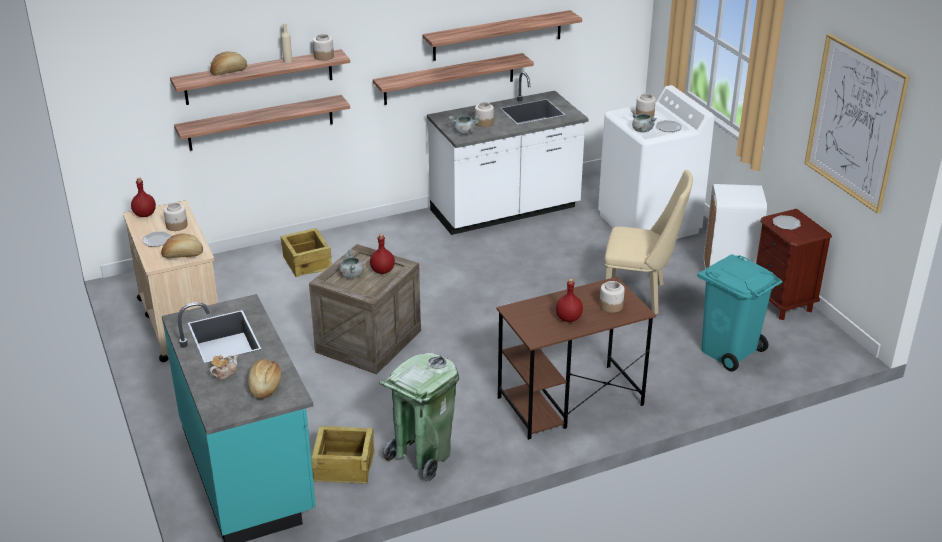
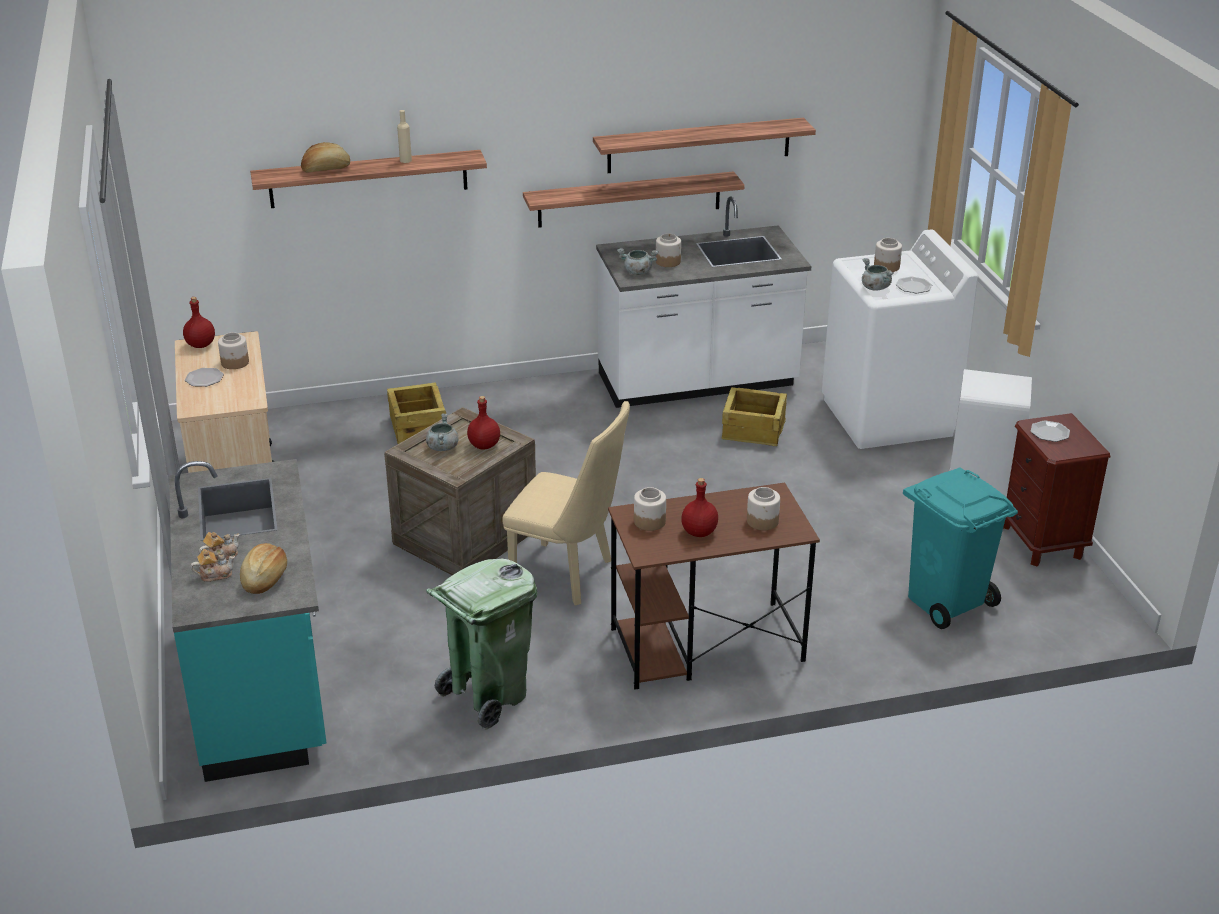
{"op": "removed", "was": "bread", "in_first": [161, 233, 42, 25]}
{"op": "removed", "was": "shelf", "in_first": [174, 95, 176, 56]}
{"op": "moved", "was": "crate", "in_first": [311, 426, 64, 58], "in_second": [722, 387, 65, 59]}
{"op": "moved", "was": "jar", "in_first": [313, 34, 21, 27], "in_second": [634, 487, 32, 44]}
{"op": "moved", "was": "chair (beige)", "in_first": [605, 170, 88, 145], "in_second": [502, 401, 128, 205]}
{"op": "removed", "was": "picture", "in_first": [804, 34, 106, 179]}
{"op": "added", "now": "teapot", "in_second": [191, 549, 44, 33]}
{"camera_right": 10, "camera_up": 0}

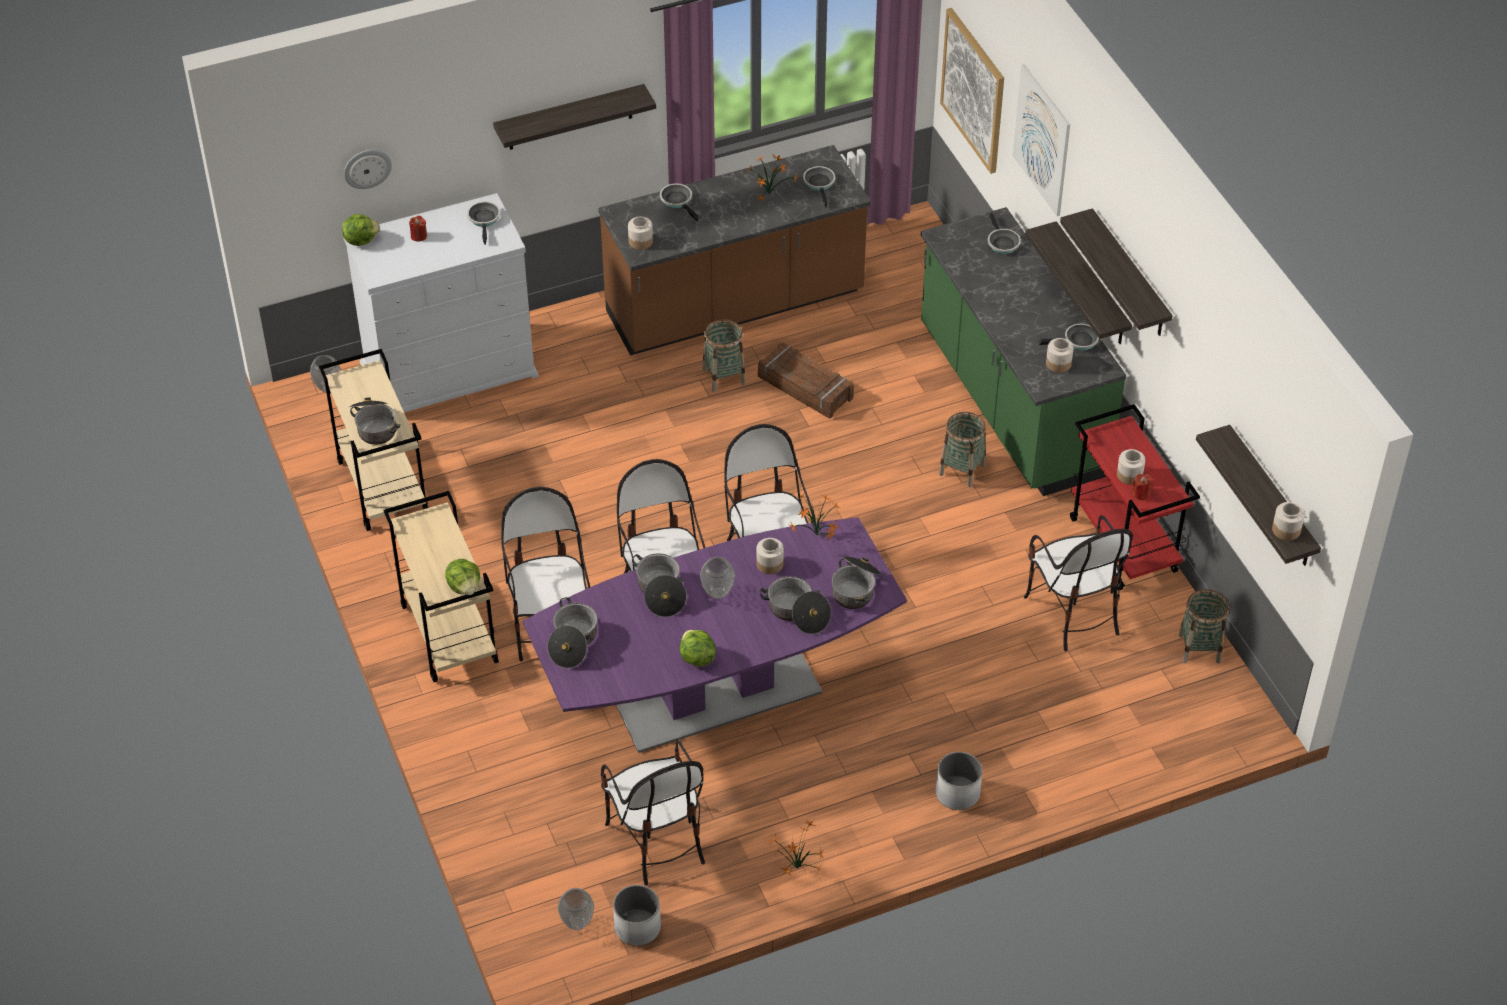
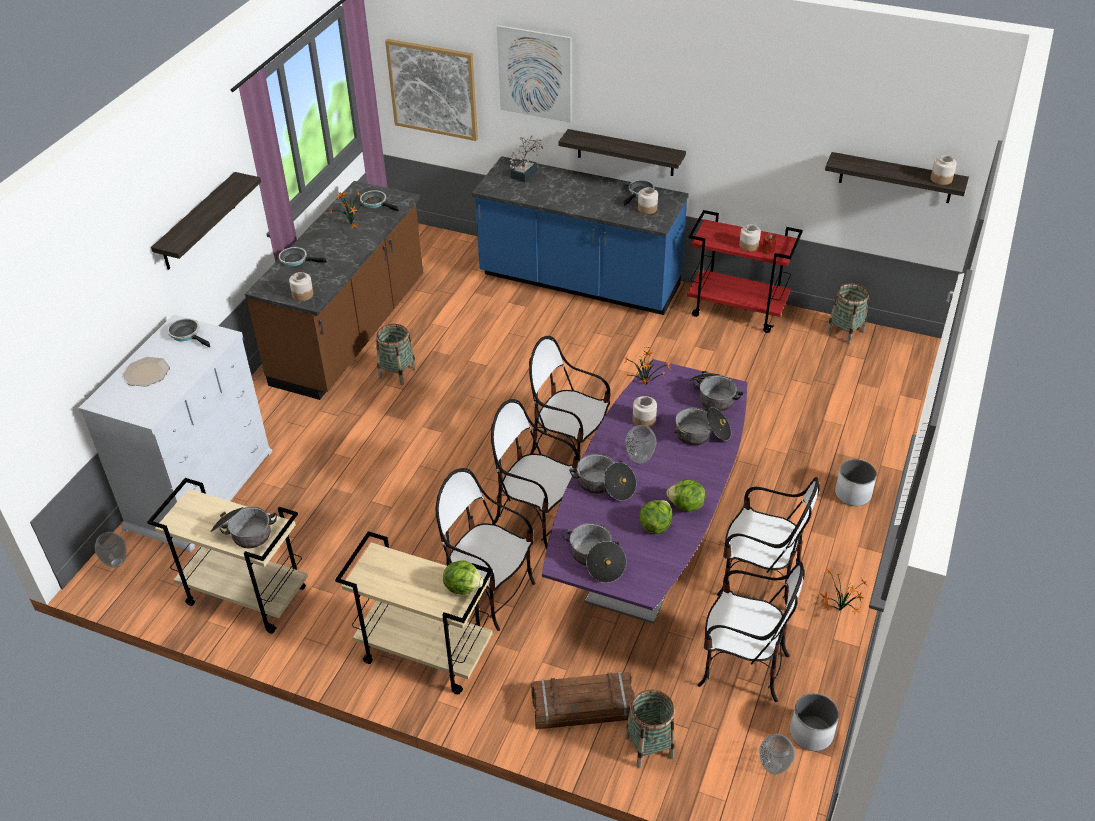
{"op": "moved", "was": "lettuce", "in_first": [342, 214, 38, 32], "in_second": [640, 500, 32, 34]}
{"op": "removed", "was": "wall clock", "in_first": [344, 150, 48, 39]}
{"op": "replaced", "was": "candle (red)", "now": "plate", "in_first": [409, 216, 18, 26], "in_second": [123, 357, 47, 30]}
{"op": "moved", "was": "crate", "in_first": [758, 343, 96, 76], "in_second": [531, 672, 104, 57]}
{"op": "recoloured", "was": "counter (green)", "now": "counter (blue)", "in_first": [921, 207, 205, 289], "in_second": [472, 156, 217, 159]}
{"op": "moved", "was": "basket", "in_first": [939, 412, 47, 75], "in_second": [625, 690, 50, 78]}
{"op": "replaced", "was": "frying pan", "now": "potted plant", "in_first": [988, 213, 33, 41], "in_second": [510, 135, 33, 47]}
{"op": "moved", "was": "chair", "in_first": [1024, 515, 109, 136], "in_second": [717, 477, 103, 135]}
{"op": "removed", "was": "shelf", "in_first": [1060, 208, 113, 128]}
{"camera_right": -45, "camera_up": -5}

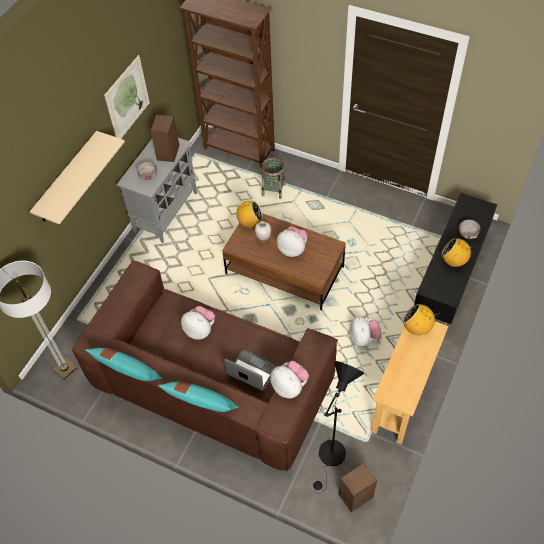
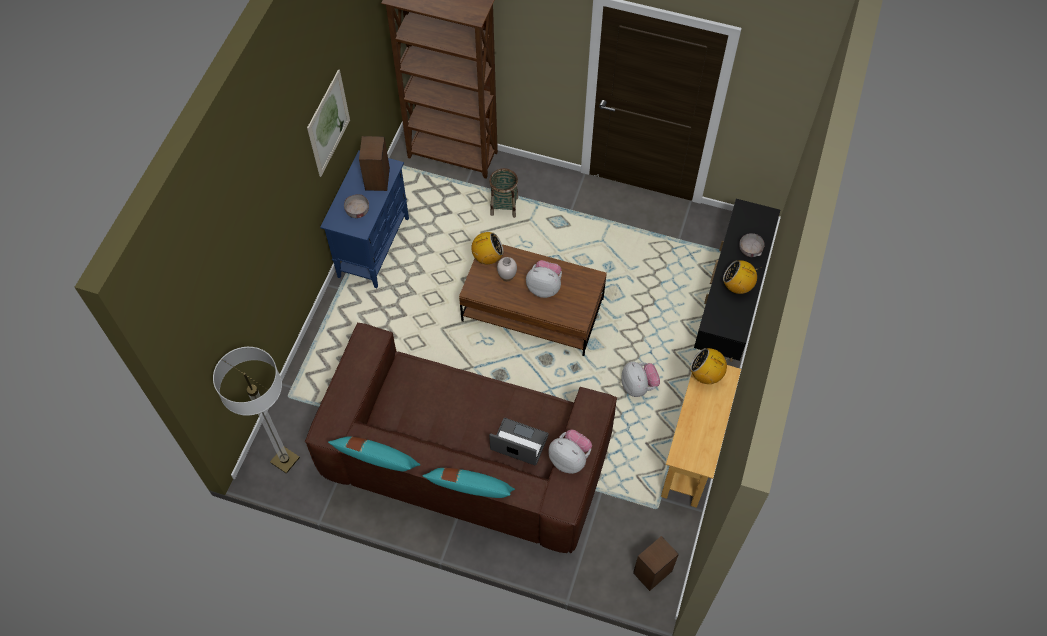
{"op": "removed", "was": "shelf (beige)", "in_first": [30, 131, 95, 93]}
{"op": "recoloured", "was": "cabinet (grey)", "now": "cabinet (blue)", "in_first": [117, 138, 80, 105], "in_second": [320, 150, 89, 138]}
{"op": "removed", "was": "plush toy", "in_first": [181, 306, 34, 34]}
{"op": "removed", "was": "floor lamp (black)", "in_first": [313, 361, 52, 133]}
{"camera_right": -10, "camera_up": 5}

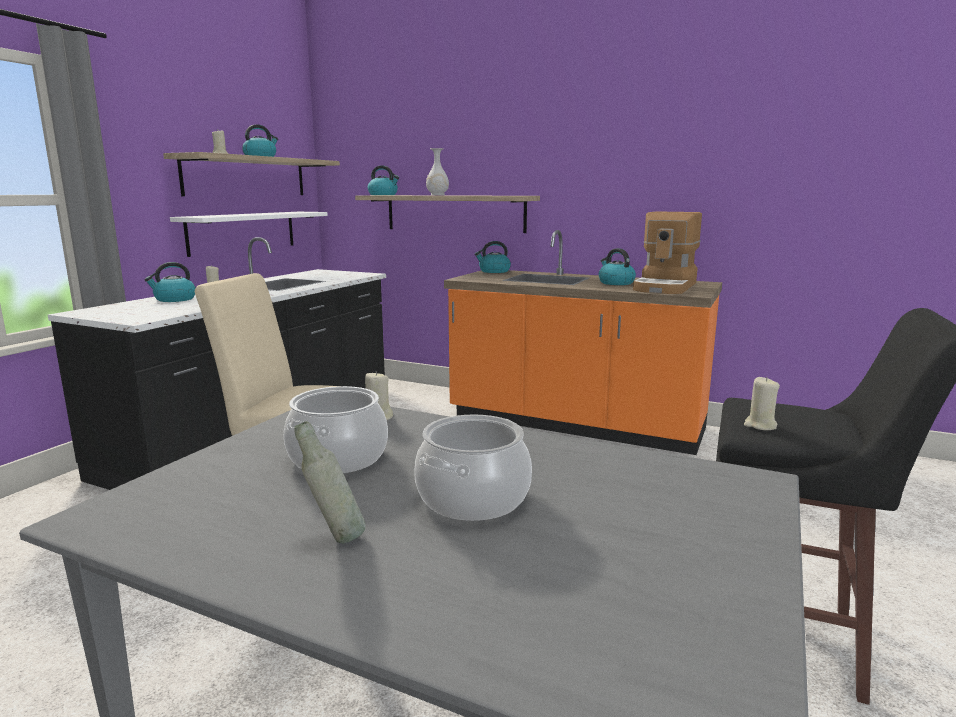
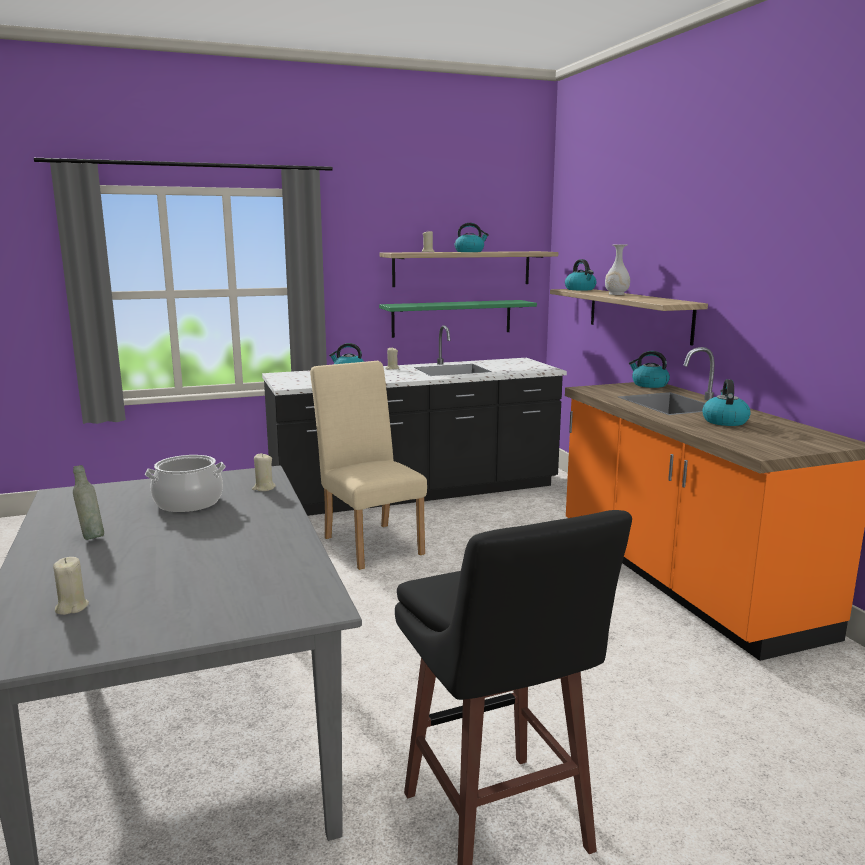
{"op": "recoloured", "was": "shelf (white)", "now": "shelf (green)", "in_first": [170, 212, 158, 45], "in_second": [379, 300, 158, 38]}
{"op": "removed", "was": "cooking pot", "in_first": [414, 415, 118, 106]}
{"op": "removed", "was": "coffee machine", "in_first": [633, 211, 69, 83]}
{"op": "moved", "was": "candle (beige)", "in_first": [744, 377, 36, 53], "in_second": [53, 557, 36, 58]}
{"camera_right": 45, "camera_up": 0}

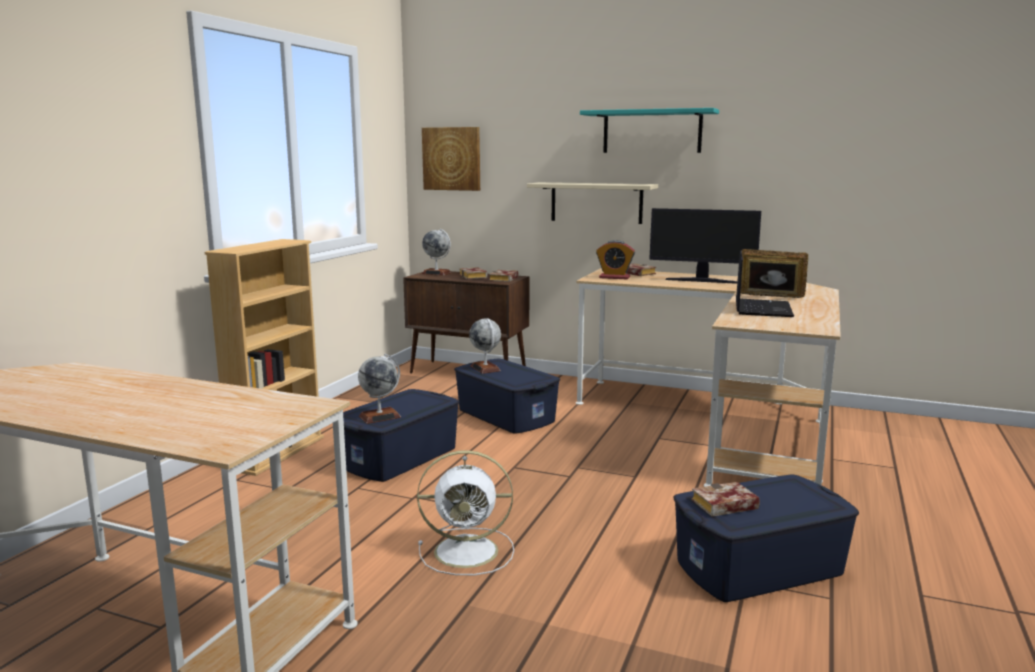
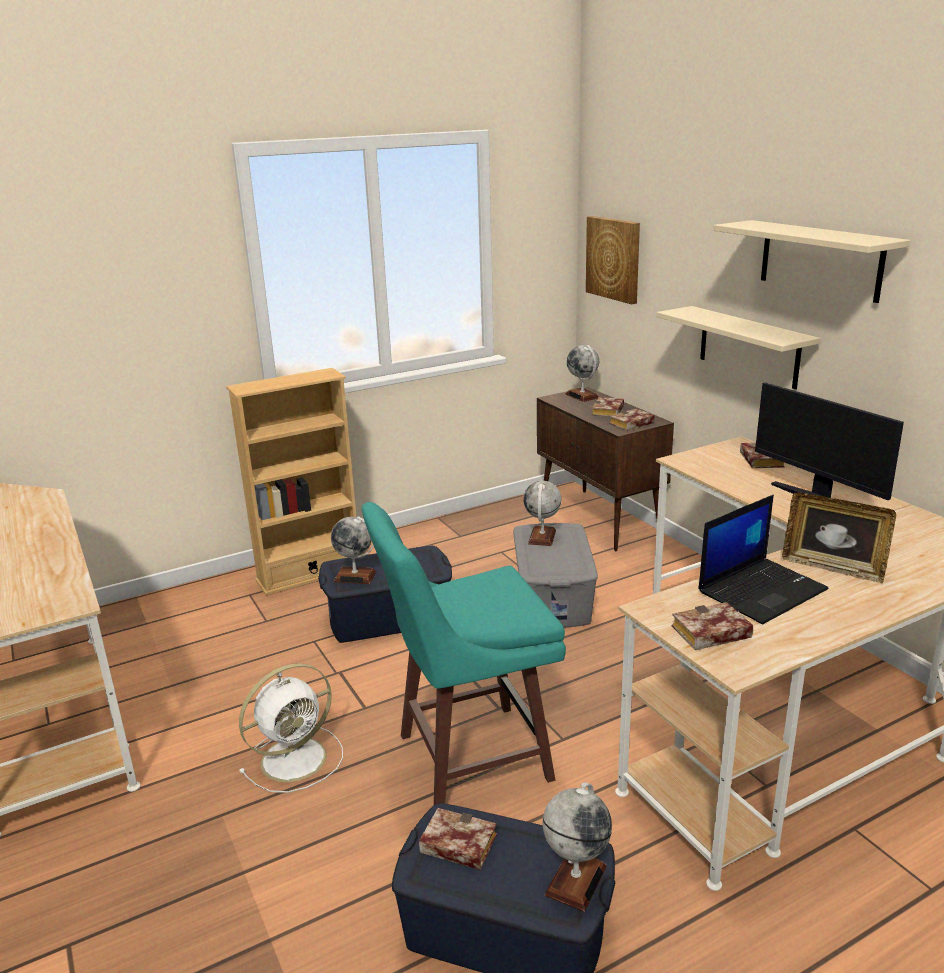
{"op": "turned", "was": "fan (white)", "in_first": [417, 450, 97, 125], "in_second": [239, 663, 104, 130], "clockwise": -75}
{"op": "recoloured", "was": "storage box (blue)", "now": "storage box (grey)", "in_first": [454, 359, 106, 75], "in_second": [514, 523, 84, 105]}
{"op": "recoloured", "was": "shelf (turquoise)", "now": "shelf (beige)", "in_first": [580, 108, 139, 45], "in_second": [713, 220, 197, 83]}
{"op": "removed", "was": "alarm clock", "in_first": [596, 240, 39, 39]}
{"op": "turned", "was": "picture frame", "in_first": [740, 249, 68, 49], "in_second": [782, 492, 114, 91], "clockwise": 150}
{"op": "added", "now": "stool (turquoise)", "in_second": [362, 502, 204, 303]}
{"op": "added", "now": "globe", "in_second": [542, 782, 70, 130]}
{"op": "added", "now": "book", "in_second": [672, 602, 81, 48]}
{"camera_right": 40, "camera_up": 10}

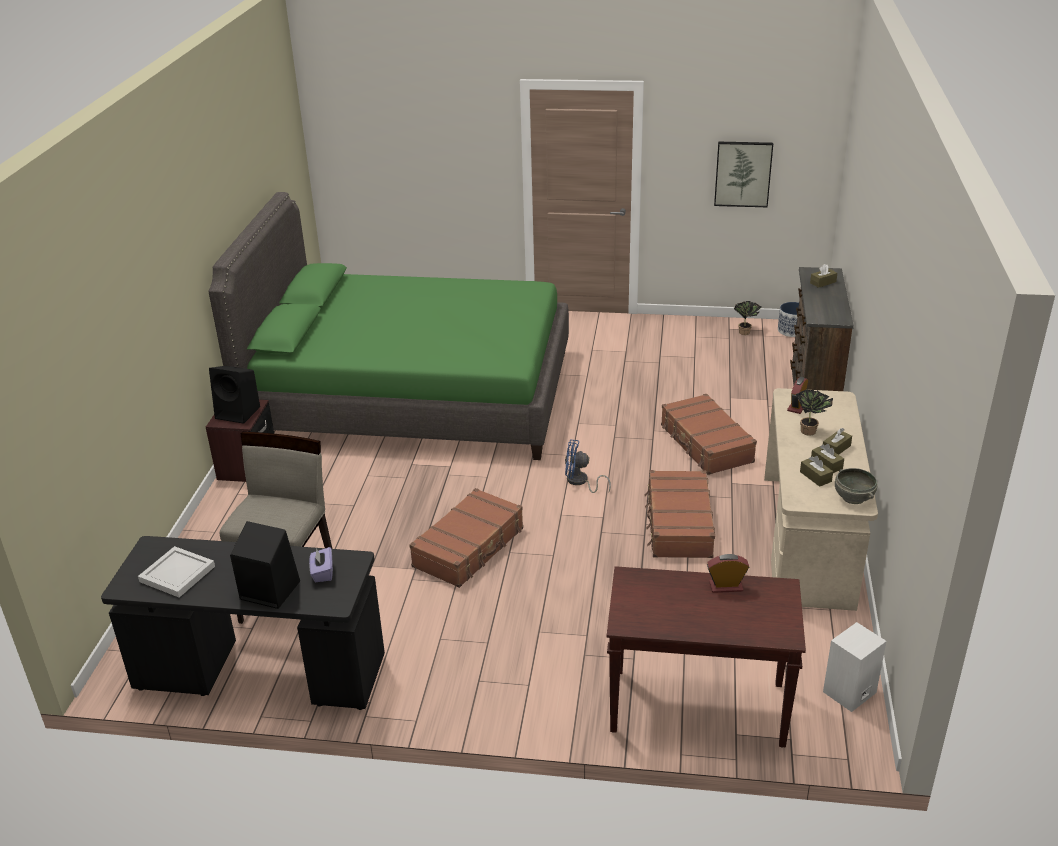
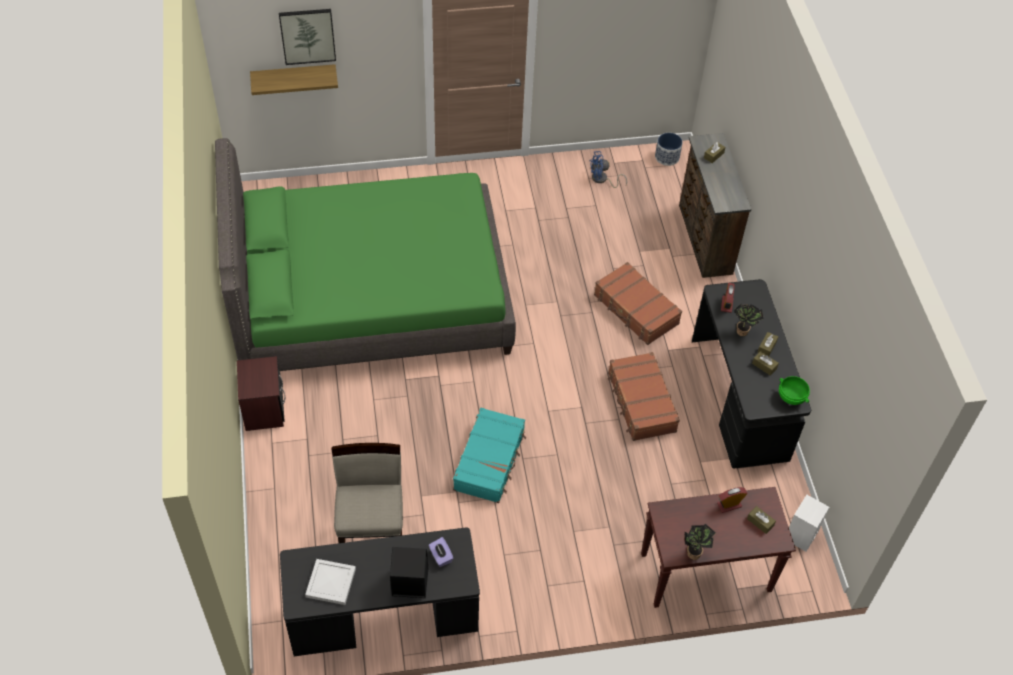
{"op": "removed", "was": "speaker (black)", "in_first": [209, 366, 51, 58]}
{"op": "recoloured", "was": "suitcase (brown)", "now": "suitcase (turquoise)", "in_first": [409, 488, 114, 100], "in_second": [453, 408, 73, 95]}
{"op": "moved", "was": "fan (blue)", "in_first": [565, 439, 46, 54], "in_second": [590, 151, 37, 37]}
{"op": "moved", "was": "picture", "in_first": [714, 142, 59, 65], "in_second": [279, 9, 57, 56]}
{"op": "moved", "was": "potted plant", "in_first": [734, 301, 28, 34], "in_second": [684, 523, 32, 37]}
{"op": "recoloured", "was": "desk (beige)", "now": "desk (black)", "in_first": [764, 388, 114, 223], "in_second": [692, 279, 119, 190]}
{"op": "moved", "was": "tissue box (brown)", "in_first": [800, 456, 33, 31], "in_second": [747, 506, 29, 28]}
{"op": "recoloured", "was": "bowl (grey)", "now": "bowl (green)", "in_first": [835, 468, 43, 36], "in_second": [779, 376, 31, 29]}
{"op": "added", "now": "shelf", "in_second": [250, 64, 88, 31]}
{"camera_right": -20, "camera_up": 20}

